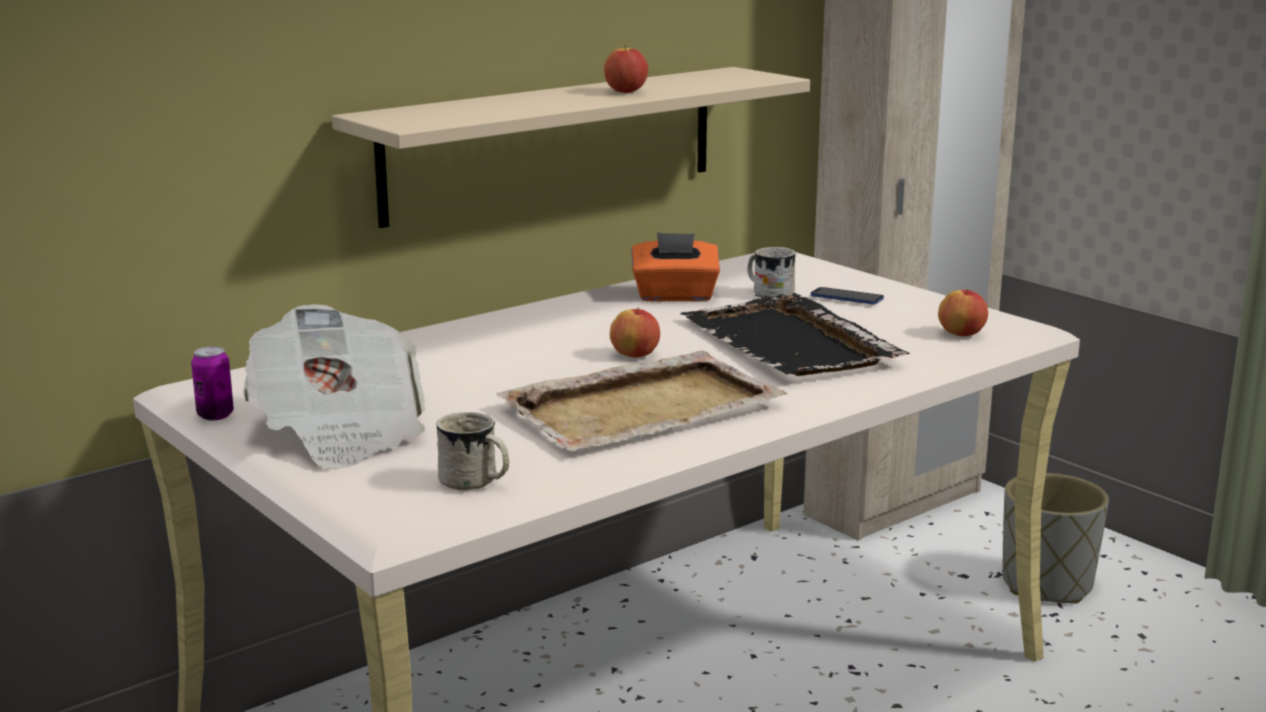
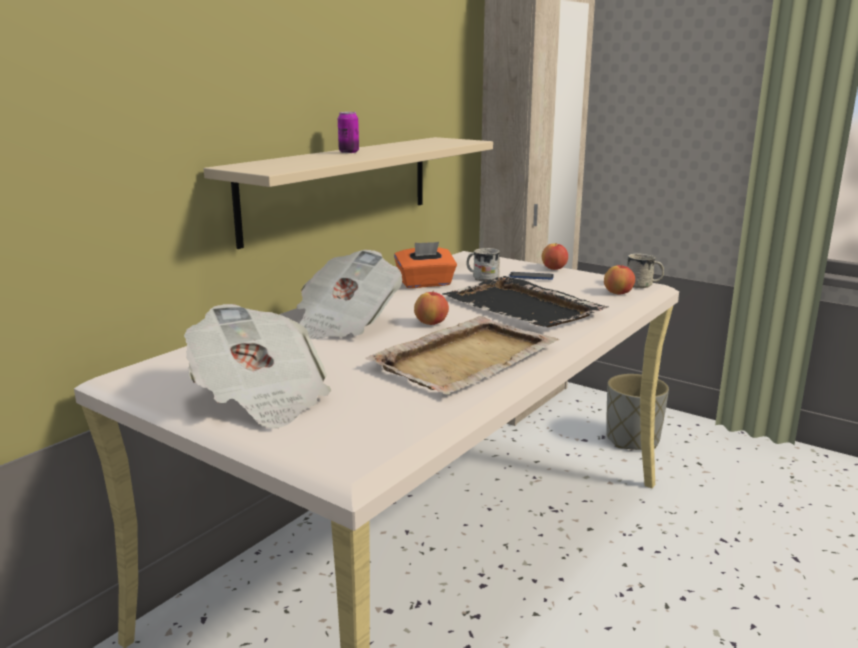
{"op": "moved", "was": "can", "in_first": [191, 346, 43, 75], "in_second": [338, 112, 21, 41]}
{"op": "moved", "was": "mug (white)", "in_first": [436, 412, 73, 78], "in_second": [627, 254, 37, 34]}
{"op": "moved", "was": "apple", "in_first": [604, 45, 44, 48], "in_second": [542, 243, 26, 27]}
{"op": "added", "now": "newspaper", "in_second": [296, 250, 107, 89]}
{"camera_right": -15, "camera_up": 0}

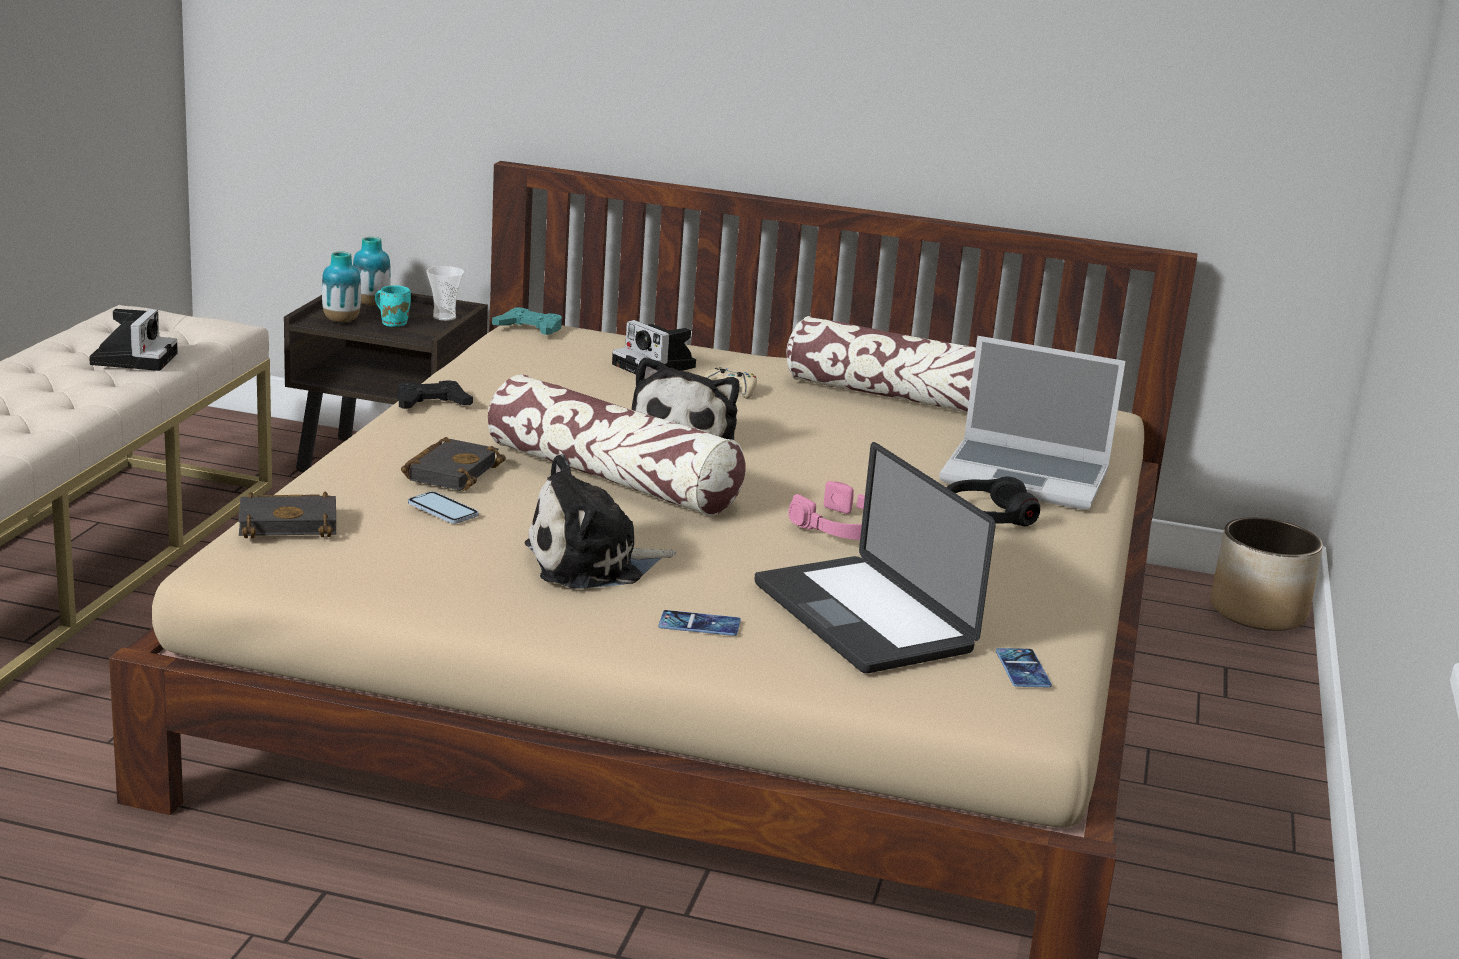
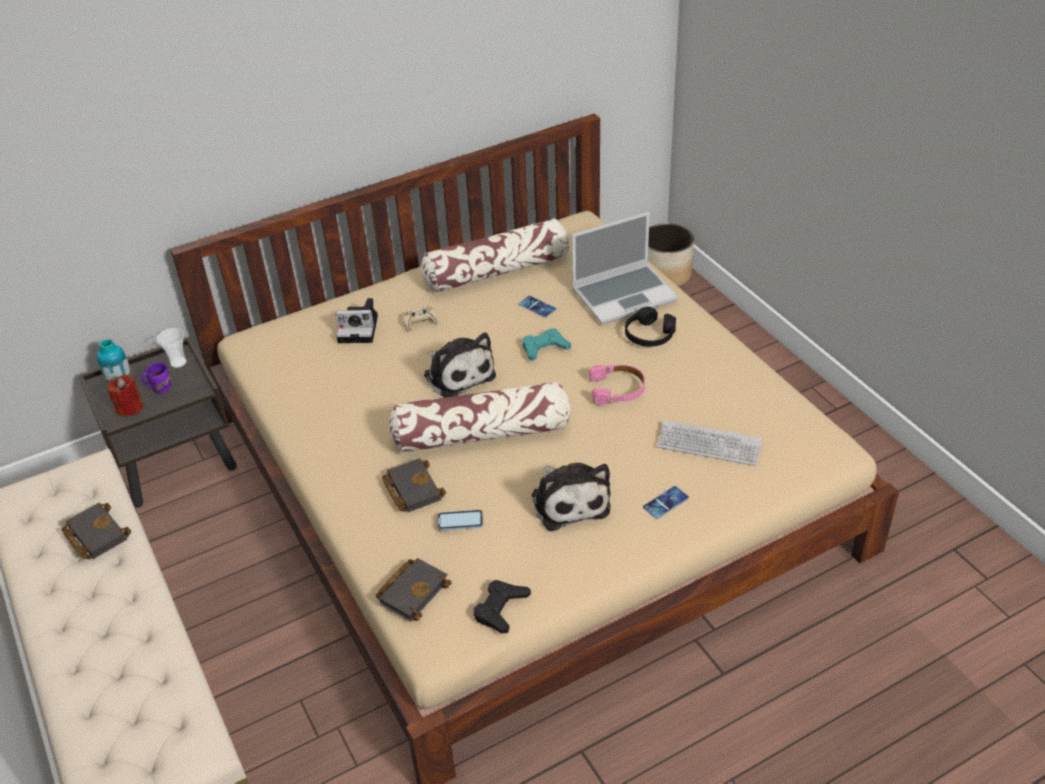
{"op": "replaced", "was": "photo camera", "now": "book (black)", "in_first": [89, 309, 89, 62], "in_second": [61, 502, 70, 57]}
{"op": "replaced", "was": "vase", "now": "candle (red)", "in_first": [322, 251, 39, 71], "in_second": [108, 375, 35, 42]}
{"op": "recoloured", "was": "mug (turquoise)", "now": "mug (purple)", "in_first": [375, 285, 36, 42], "in_second": [141, 362, 30, 32]}
{"op": "moved", "was": "game controller (black)", "in_first": [397, 380, 76, 29], "in_second": [474, 580, 57, 54]}
{"op": "moved", "was": "game controller (turquoise)", "in_first": [492, 307, 70, 28], "in_second": [522, 328, 49, 33]}
{"op": "turned", "was": "plush toy", "in_first": [525, 454, 151, 135], "in_second": [531, 463, 80, 68], "clockwise": -45}
{"op": "replaced", "was": "laptop", "now": "keyboard", "in_first": [755, 442, 241, 231], "in_second": [657, 420, 105, 46]}
{"op": "moved", "was": "phone", "in_first": [996, 648, 56, 39], "in_second": [519, 296, 37, 21]}
{"camera_right": -40, "camera_up": 20}

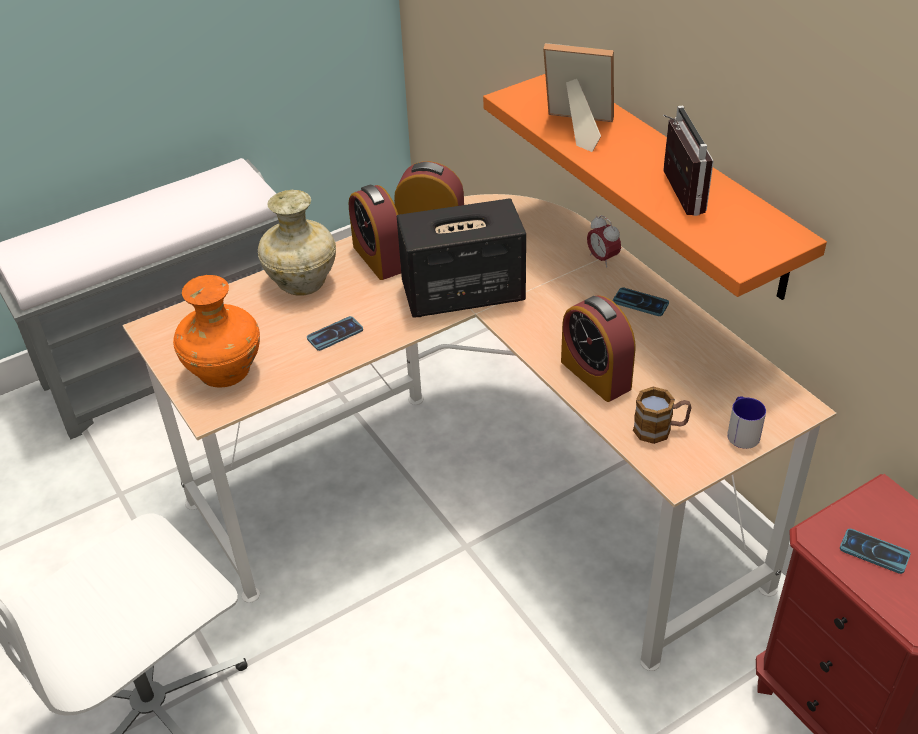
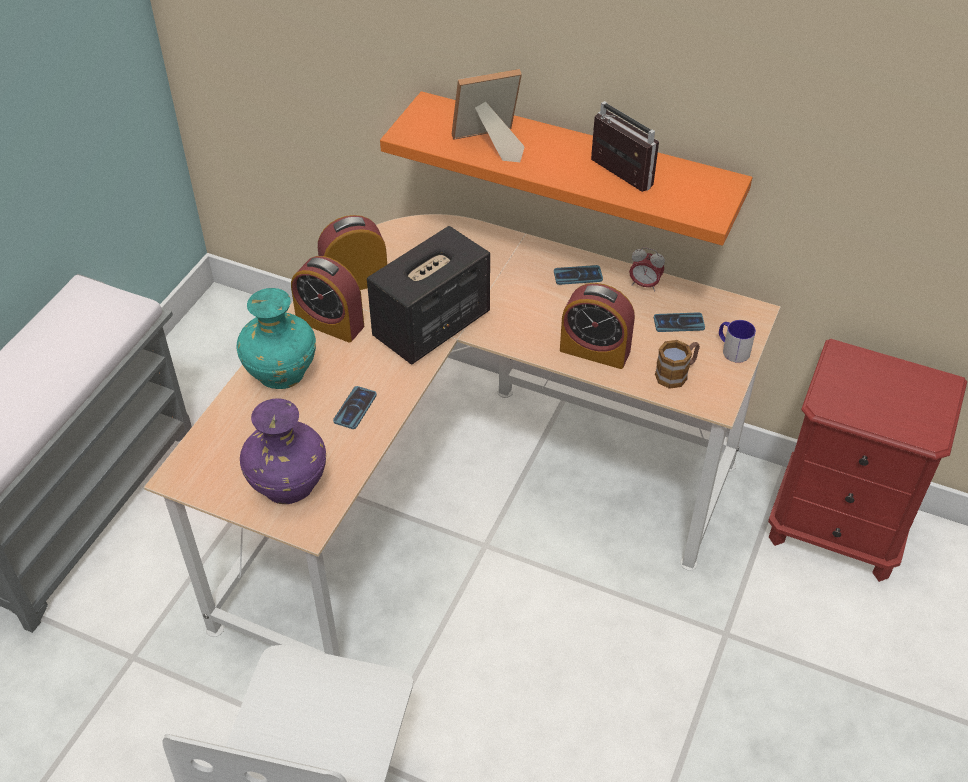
{"op": "recoloured", "was": "vase (orange)", "now": "vase (purple)", "in_first": [173, 275, 87, 112], "in_second": [240, 398, 86, 106]}
{"op": "recoloured", "was": "vase (beige)", "now": "vase (turquoise)", "in_first": [258, 190, 78, 106], "in_second": [236, 288, 80, 101]}
{"op": "moved", "was": "alarm clock", "in_first": [587, 215, 34, 53], "in_second": [629, 247, 36, 45]}
{"op": "moved", "was": "phone", "in_first": [840, 529, 71, 45], "in_second": [654, 312, 51, 20]}
{"camera_right": -35, "camera_up": 5}

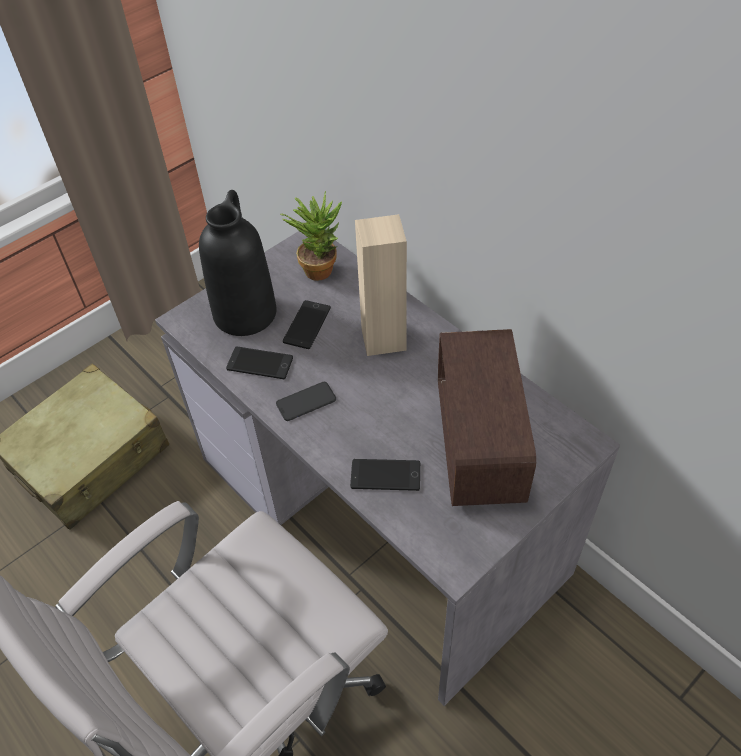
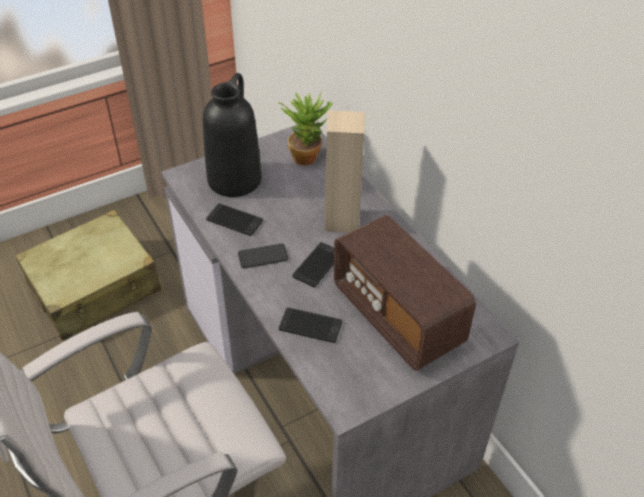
{"op": "moved", "was": "phone", "in_first": [283, 300, 48, 49], "in_second": [292, 242, 42, 45]}
{"op": "turned", "was": "radio", "in_first": [438, 329, 98, 177], "in_second": [333, 215, 143, 156], "clockwise": -45}
{"camera_right": 10, "camera_up": -5}

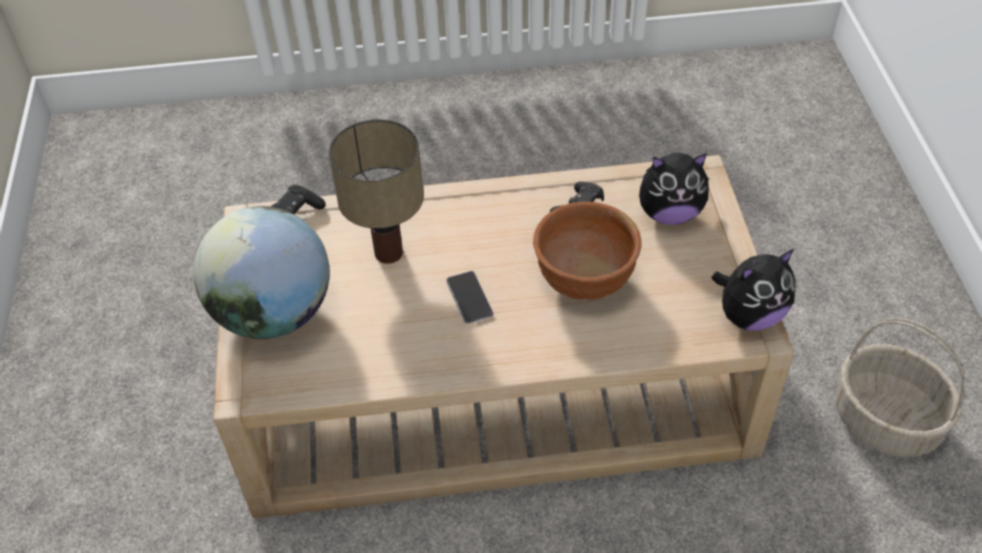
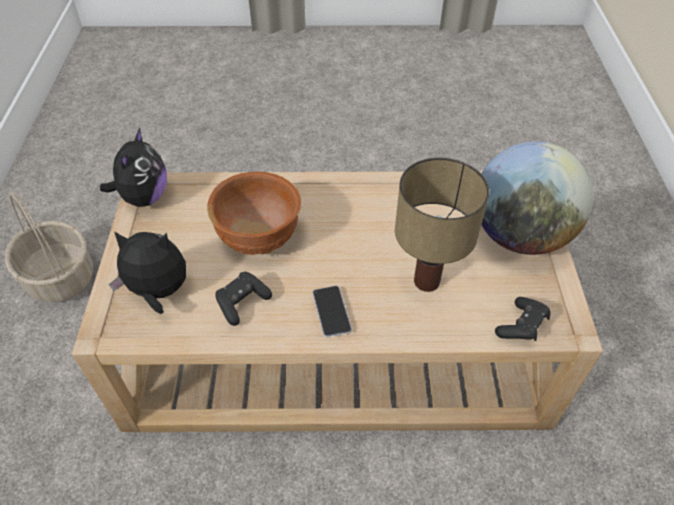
{"op": "moved", "was": "phone", "in_first": [446, 271, 48, 53], "in_second": [312, 286, 40, 51]}
{"op": "turned", "was": "plush toy", "in_first": [711, 249, 85, 82], "in_second": [100, 128, 67, 79], "clockwise": 120}
{"camera_right": -175, "camera_up": 0}

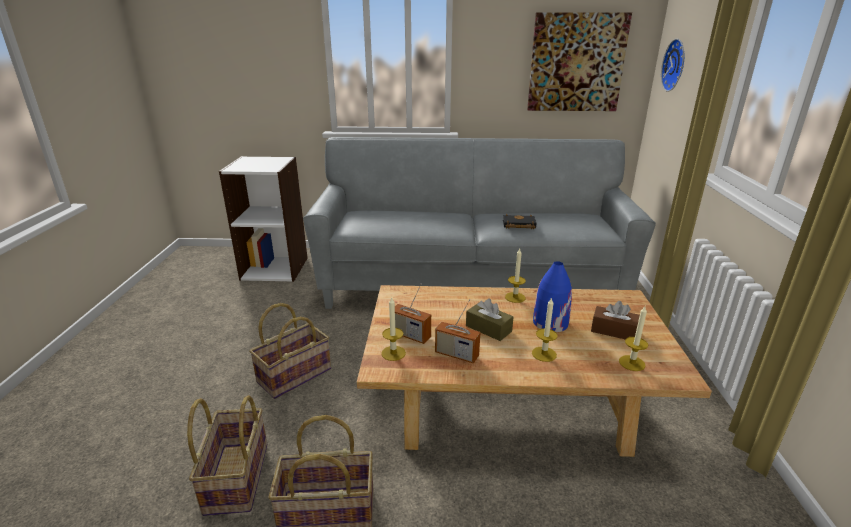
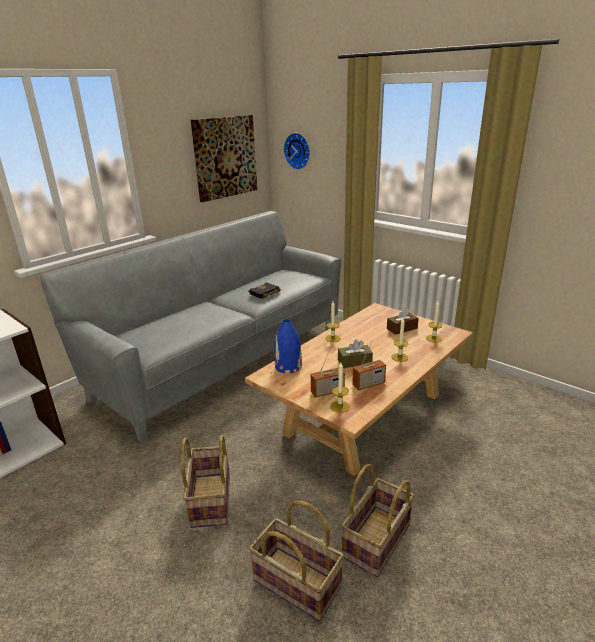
{"op": "moved", "was": "vase (blue)", "in_first": [533, 261, 39, 71], "in_second": [274, 319, 28, 55]}
{"camera_right": -50, "camera_up": 0}

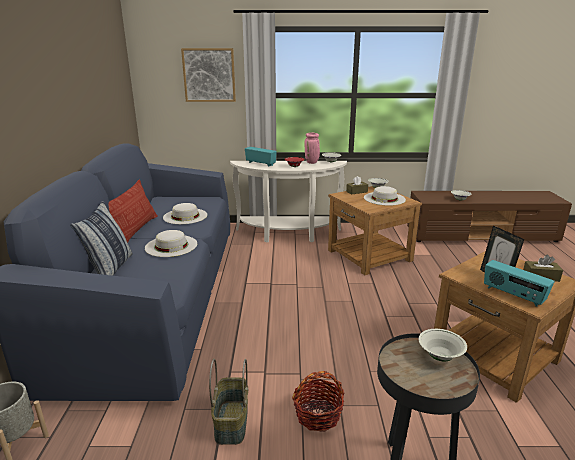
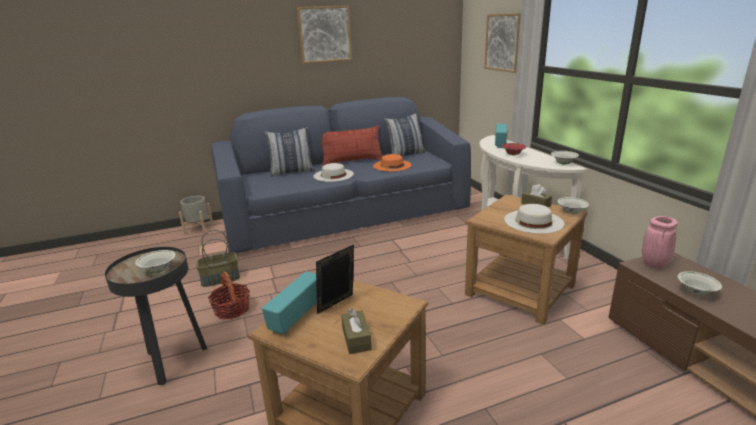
{"op": "recoloured", "was": "hat (white)", "now": "hat (orange)", "in_first": [163, 203, 45, 21], "in_second": [373, 154, 39, 17]}
{"op": "moved", "was": "vase (pink)", "in_first": [304, 133, 16, 31], "in_second": [642, 216, 36, 52]}
{"op": "added", "now": "picture", "in_second": [297, 5, 55, 59]}
{"op": "added", "now": "pillow", "in_second": [384, 113, 41, 44]}
{"camera_right": 70, "camera_up": 0}

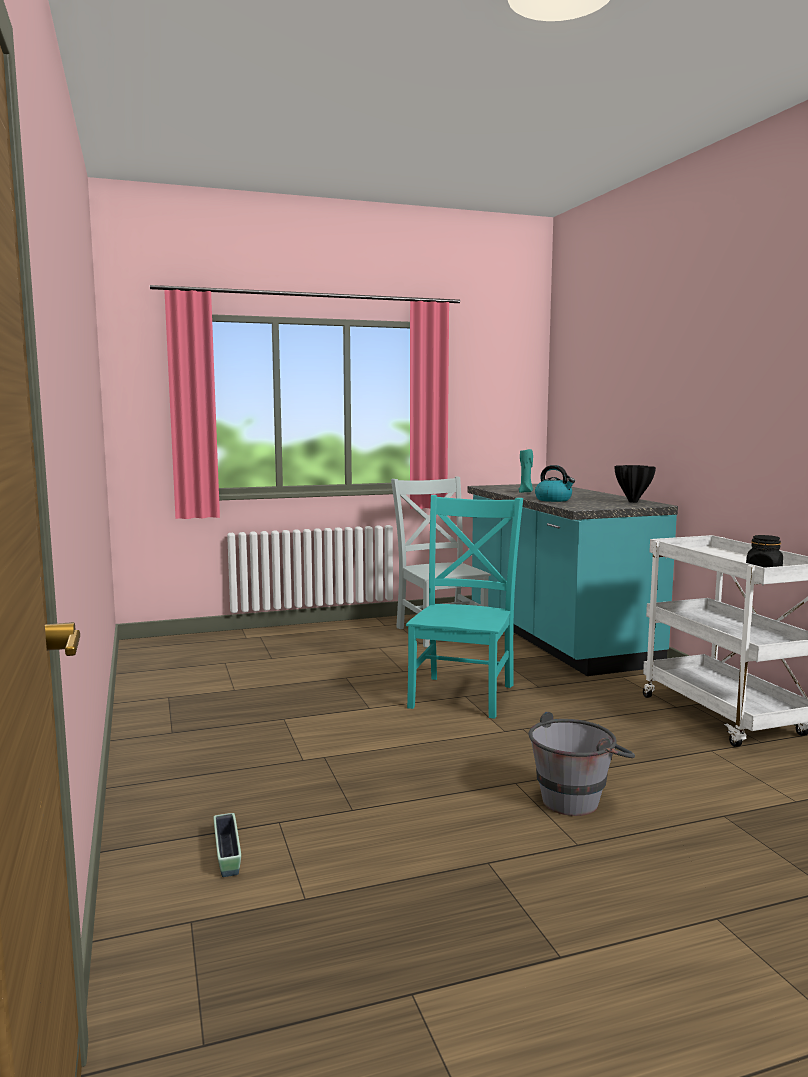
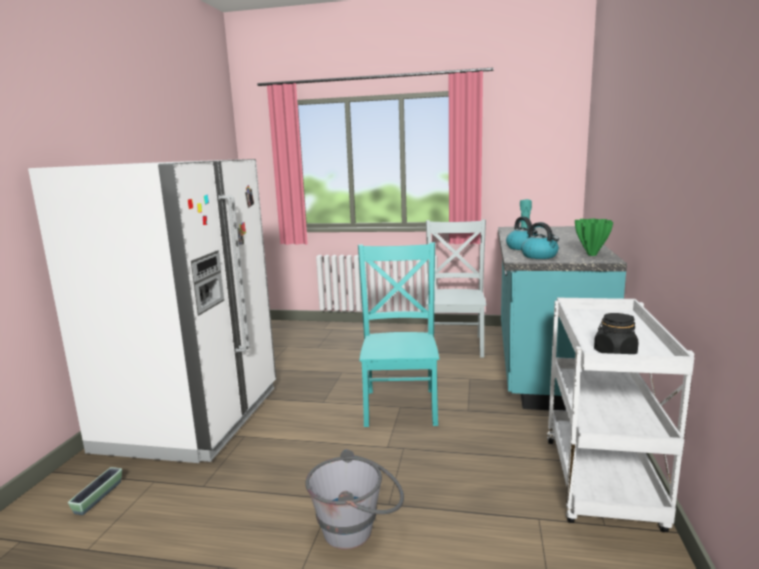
{"op": "turned", "was": "chair (turquoise)", "in_first": [406, 495, 117, 224], "in_second": [358, 242, 81, 185], "clockwise": -45}
{"op": "recoloured", "was": "vase (black)", "now": "vase (green)", "in_first": [614, 465, 42, 38], "in_second": [575, 219, 38, 37]}
{"op": "added", "now": "fridge (white)", "in_second": [28, 159, 248, 304]}
{"op": "added", "now": "kettle", "in_second": [521, 222, 38, 37]}
{"camera_right": 30, "camera_up": 5}

